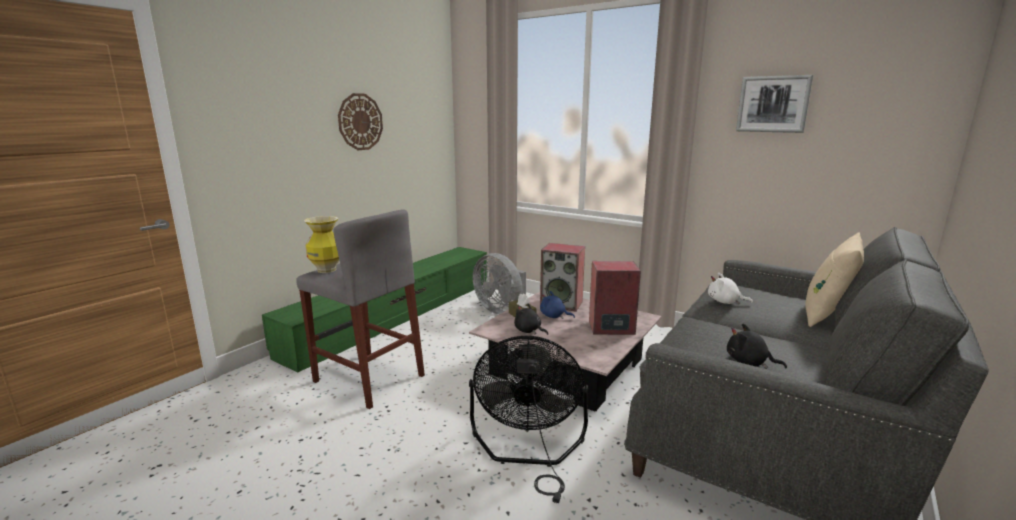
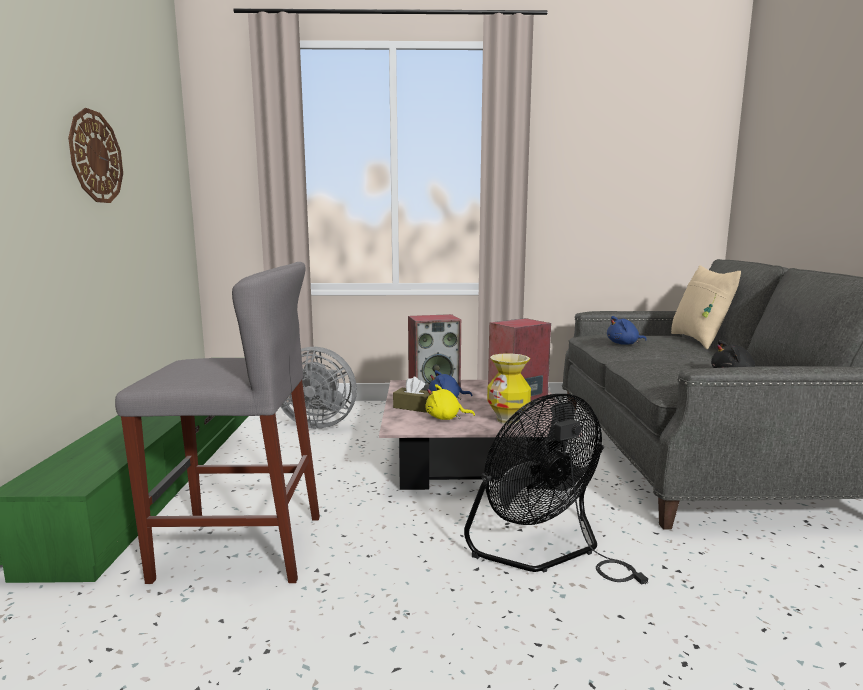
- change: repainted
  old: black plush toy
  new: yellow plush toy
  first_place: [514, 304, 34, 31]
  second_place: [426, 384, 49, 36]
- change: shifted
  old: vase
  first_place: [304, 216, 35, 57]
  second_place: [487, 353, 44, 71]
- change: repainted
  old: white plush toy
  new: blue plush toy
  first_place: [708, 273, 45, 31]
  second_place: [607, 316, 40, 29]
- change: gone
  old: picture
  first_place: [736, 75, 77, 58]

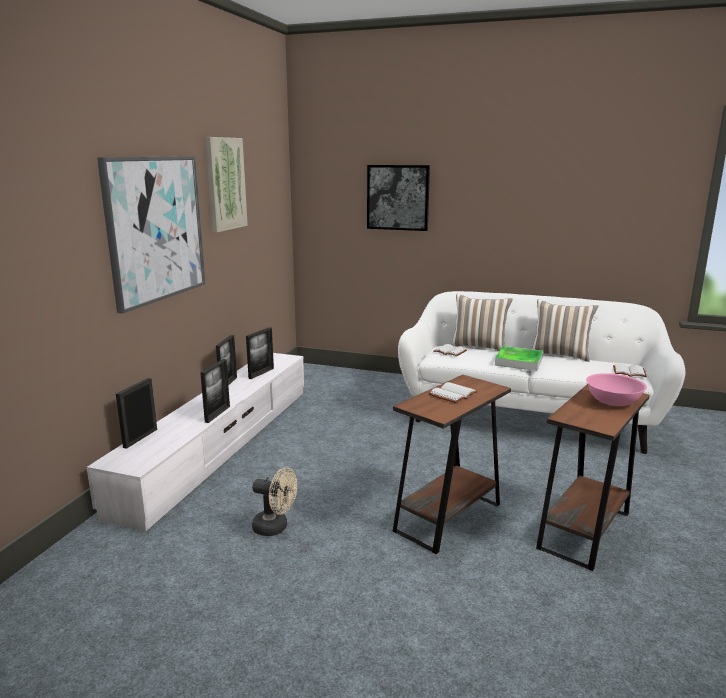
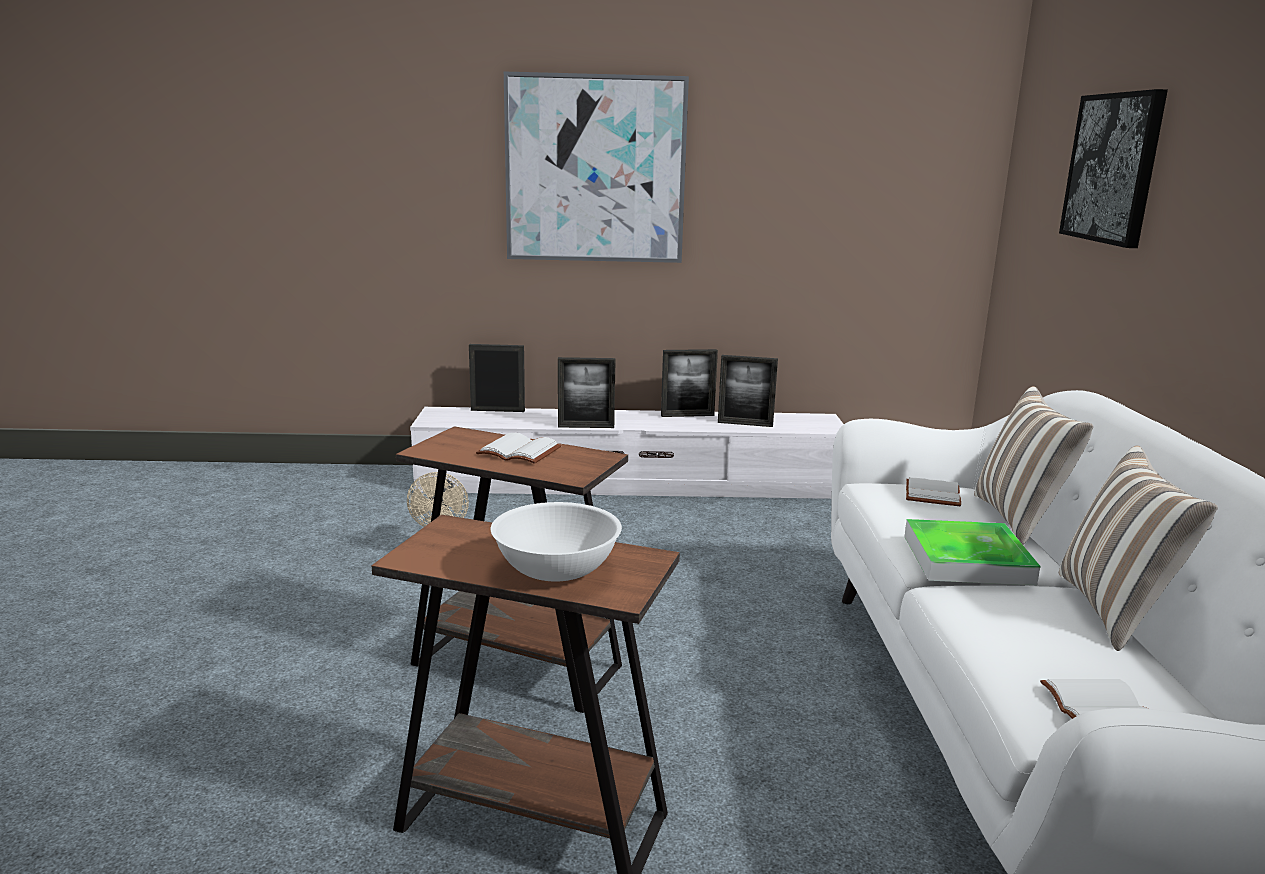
- change: repainted
  old: pink bowl
  new: white bowl
  first_place: [586, 373, 61, 33]
  second_place: [491, 502, 131, 79]
- change: gone
  old: picture
  first_place: [205, 137, 43, 96]

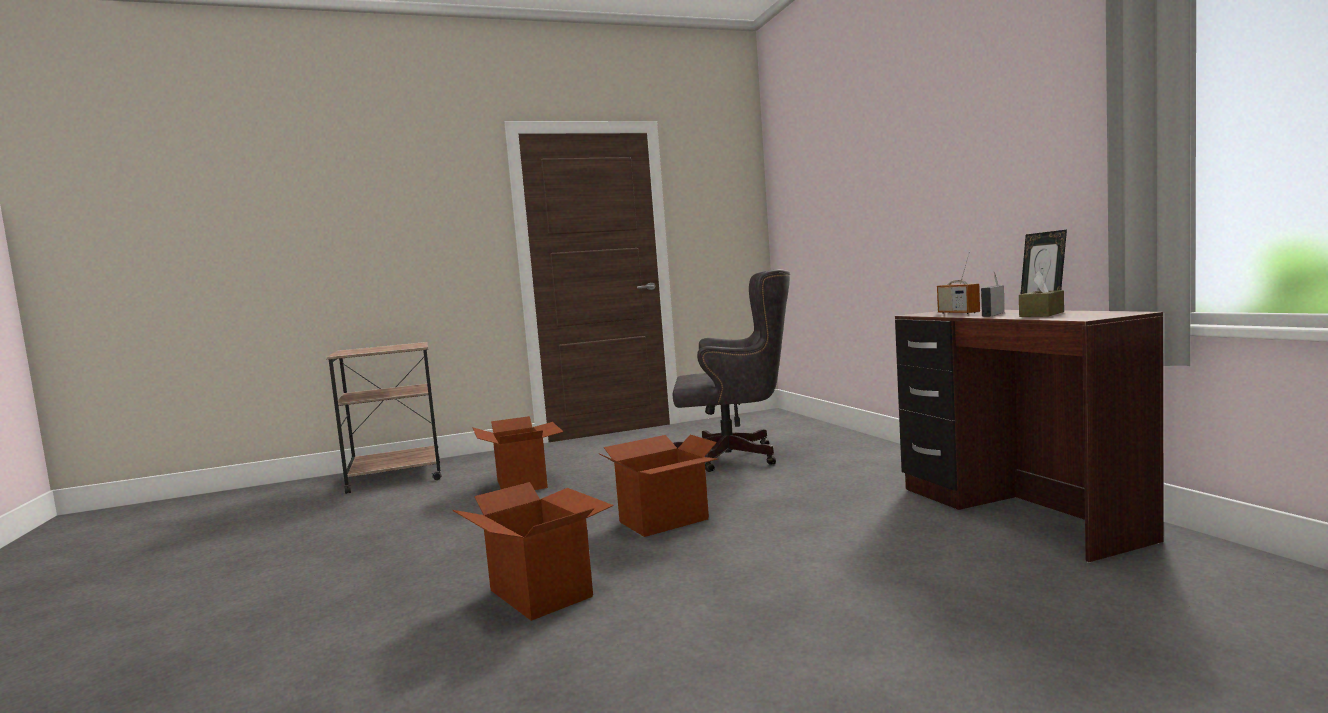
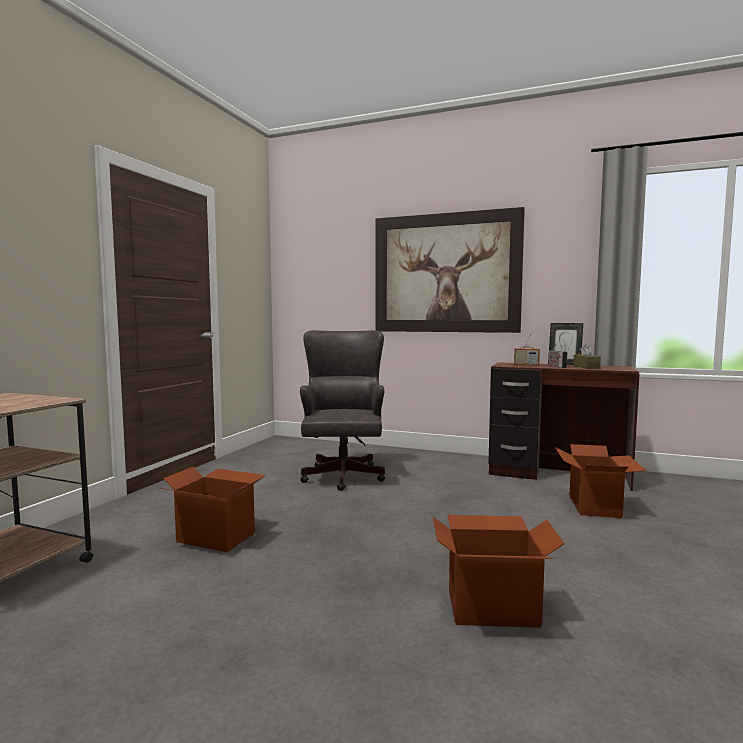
- change: rotated
  old: grey office chair
  first_place: [673, 269, 117, 203]
  second_place: [300, 330, 85, 161]
  degrees: -45
- change: new
  new: picture
  second_place: [375, 207, 150, 126]
- change: shifted
  old: cardboard box
  first_place: [600, 435, 118, 102]
  second_place: [555, 444, 92, 74]

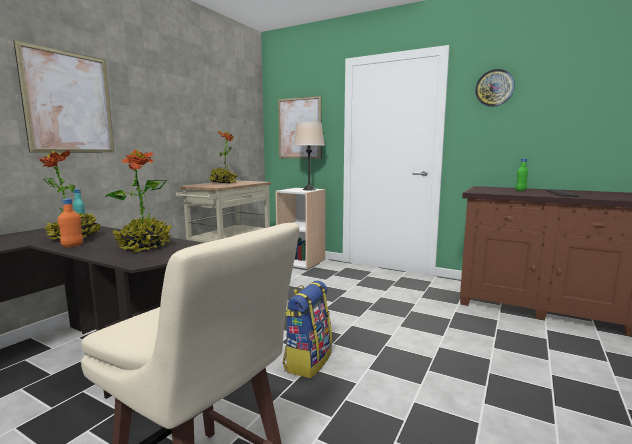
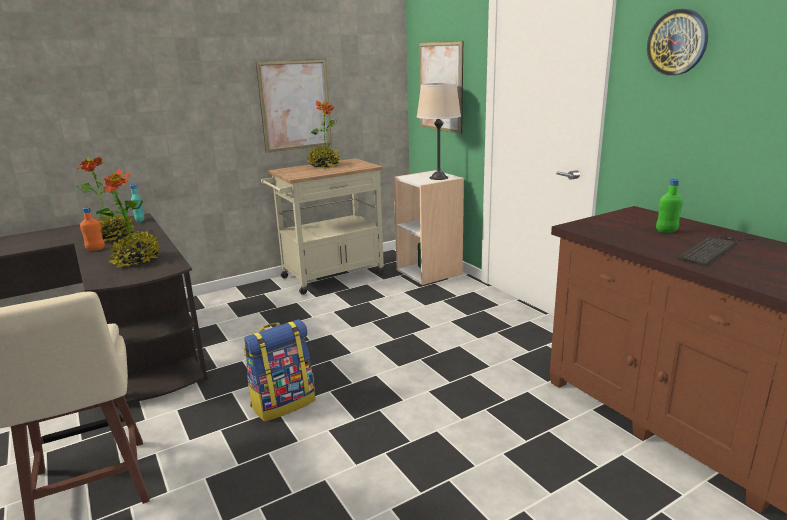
- change: shifted
  old: picture
  first_place: [13, 40, 102, 113]
  second_place: [256, 59, 76, 94]

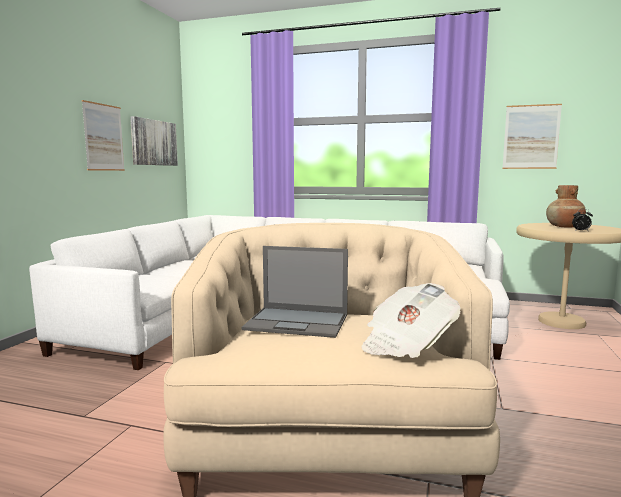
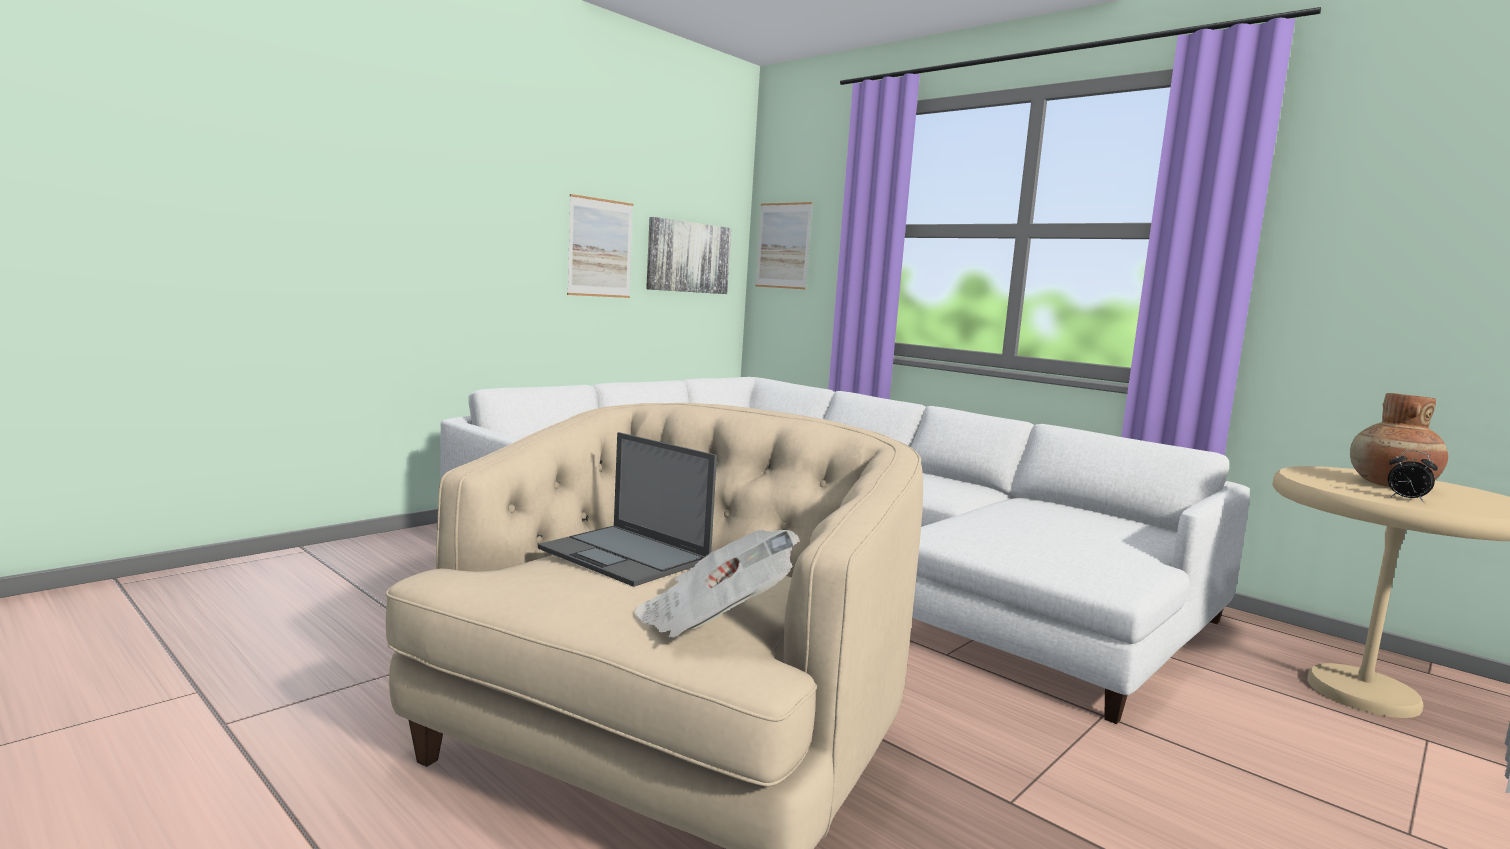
- change: shifted
  old: picture
  first_place: [502, 104, 60, 65]
  second_place: [756, 202, 57, 87]

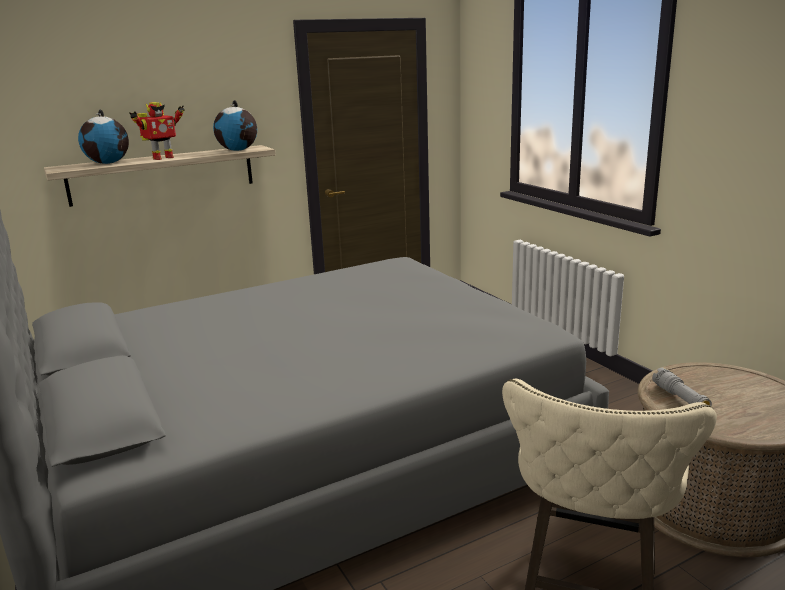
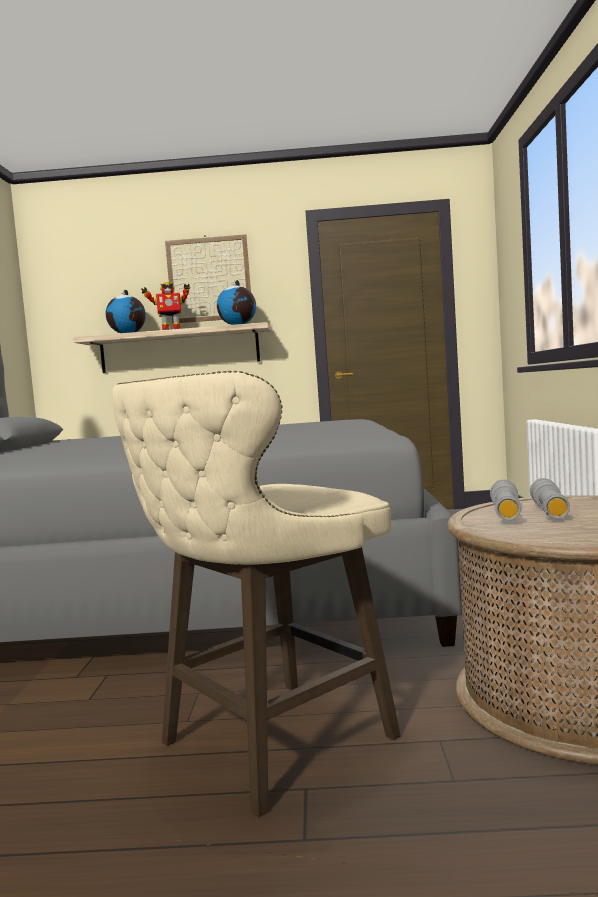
- change: new
  new: picture
  second_place: [165, 234, 86, 89]
- change: new
  new: grey flashlight
  second_place: [530, 478, 40, 41]

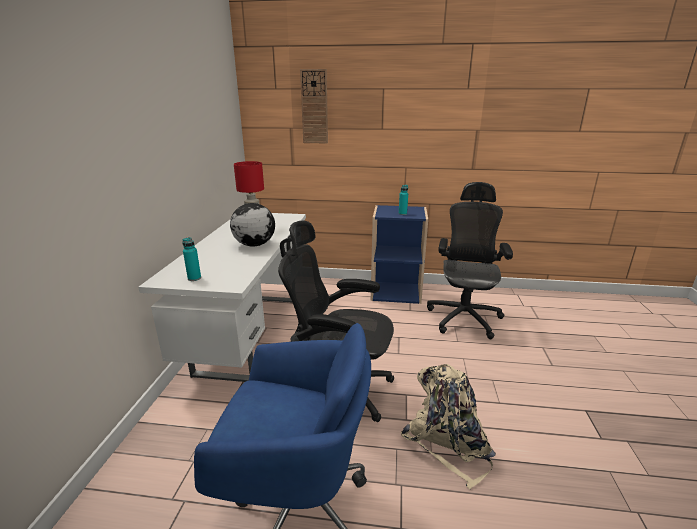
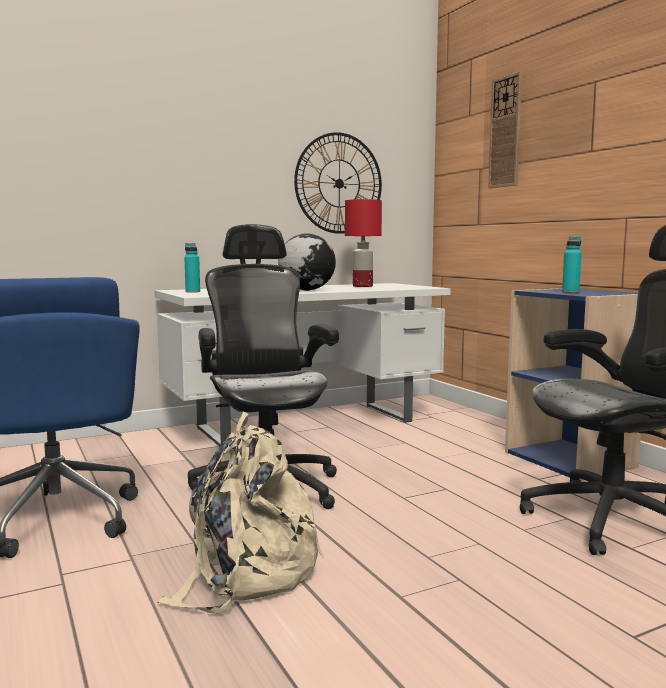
- change: new
  new: wall clock
  second_place: [294, 132, 88, 102]

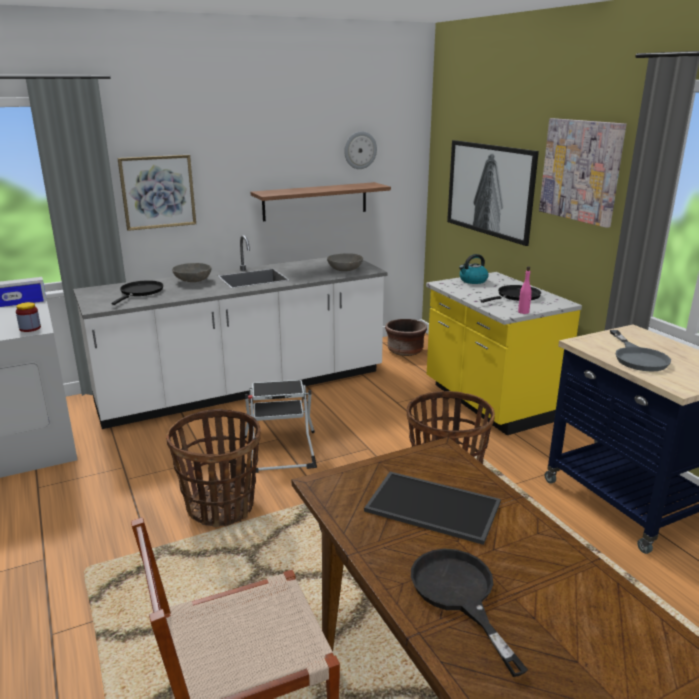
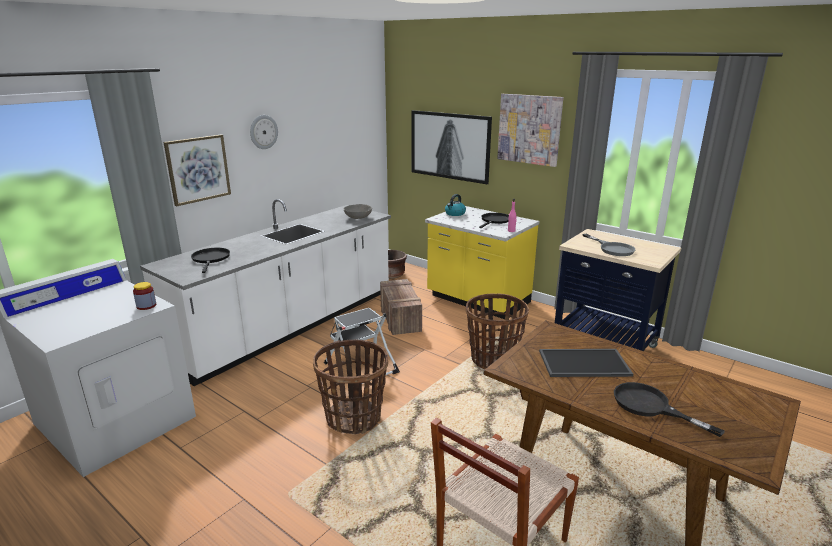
- change: shifted
  old: wall clock
  first_place: [344, 131, 33, 38]
  second_place: [250, 115, 28, 34]
- change: new
  new: crate
  second_place: [380, 279, 42, 56]
- change: gone
  old: grey bowl
  first_place: [172, 263, 40, 19]
- change: gone
  old: shelf
  first_place: [251, 182, 140, 39]

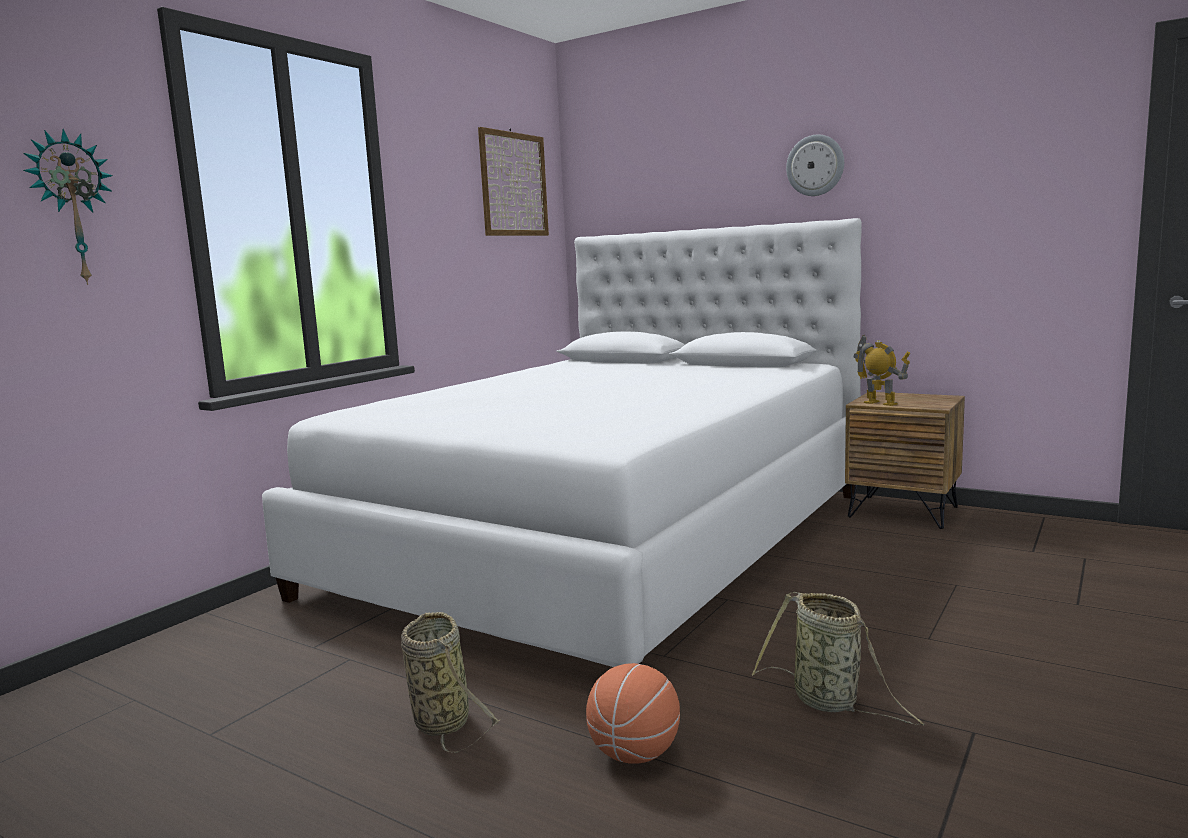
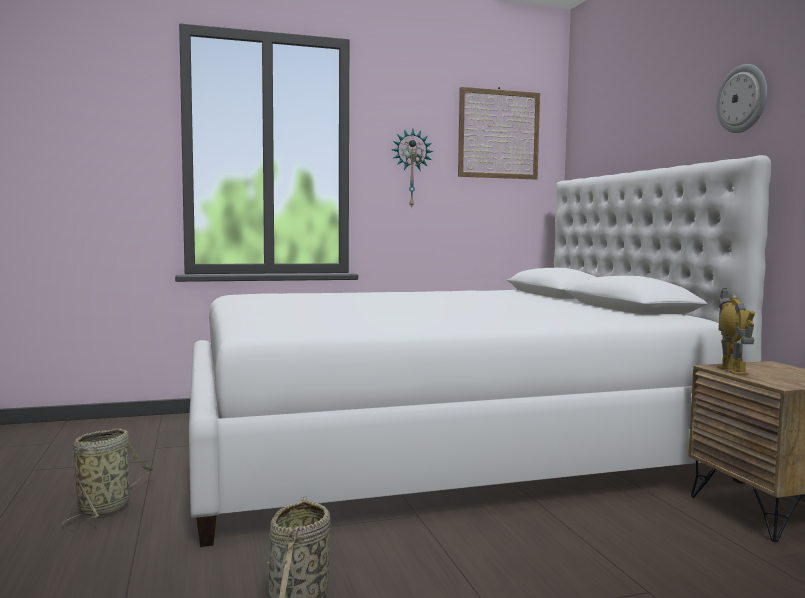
- change: shifted
  old: wall clock
  first_place: [23, 129, 90, 156]
  second_place: [392, 129, 41, 80]
- change: gone
  old: basketball
  first_place: [586, 663, 94, 101]

